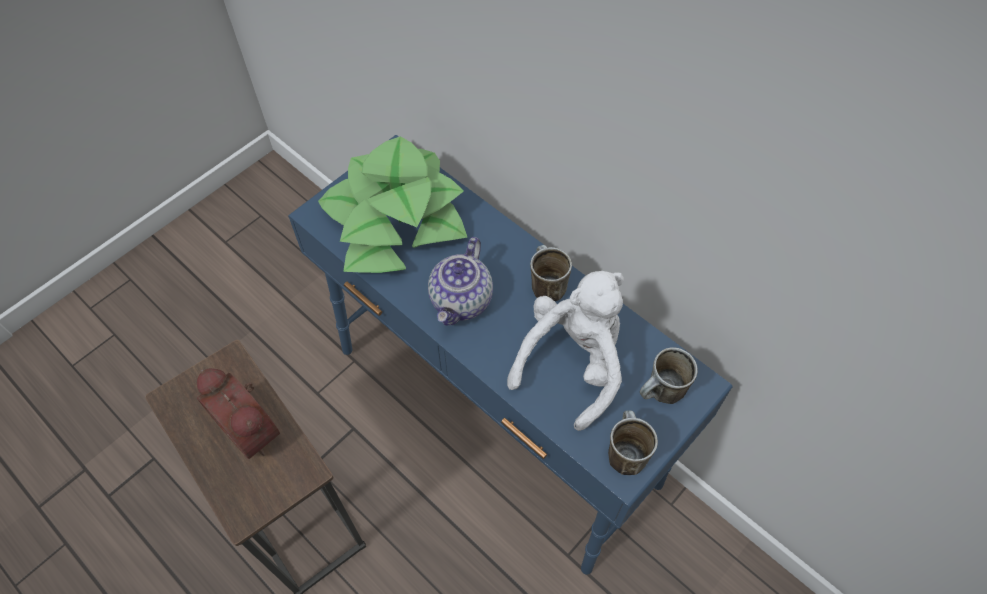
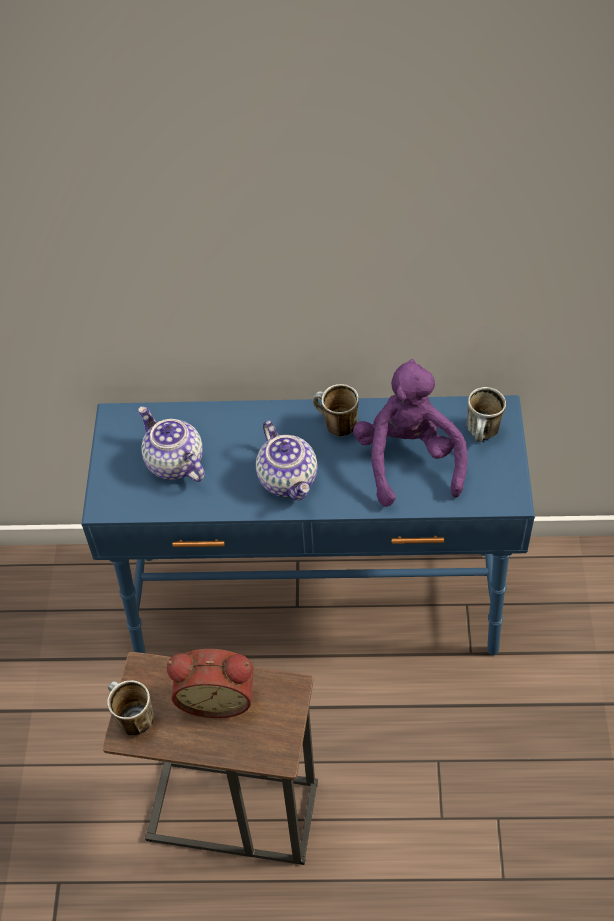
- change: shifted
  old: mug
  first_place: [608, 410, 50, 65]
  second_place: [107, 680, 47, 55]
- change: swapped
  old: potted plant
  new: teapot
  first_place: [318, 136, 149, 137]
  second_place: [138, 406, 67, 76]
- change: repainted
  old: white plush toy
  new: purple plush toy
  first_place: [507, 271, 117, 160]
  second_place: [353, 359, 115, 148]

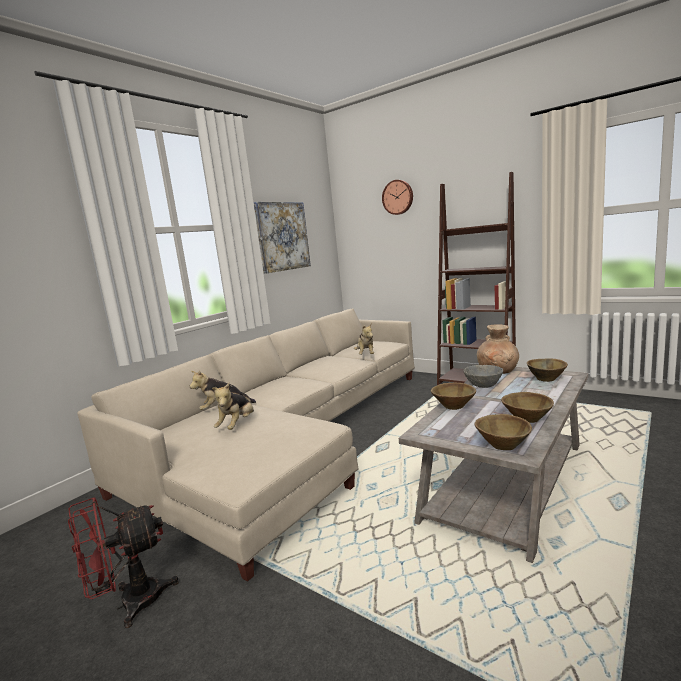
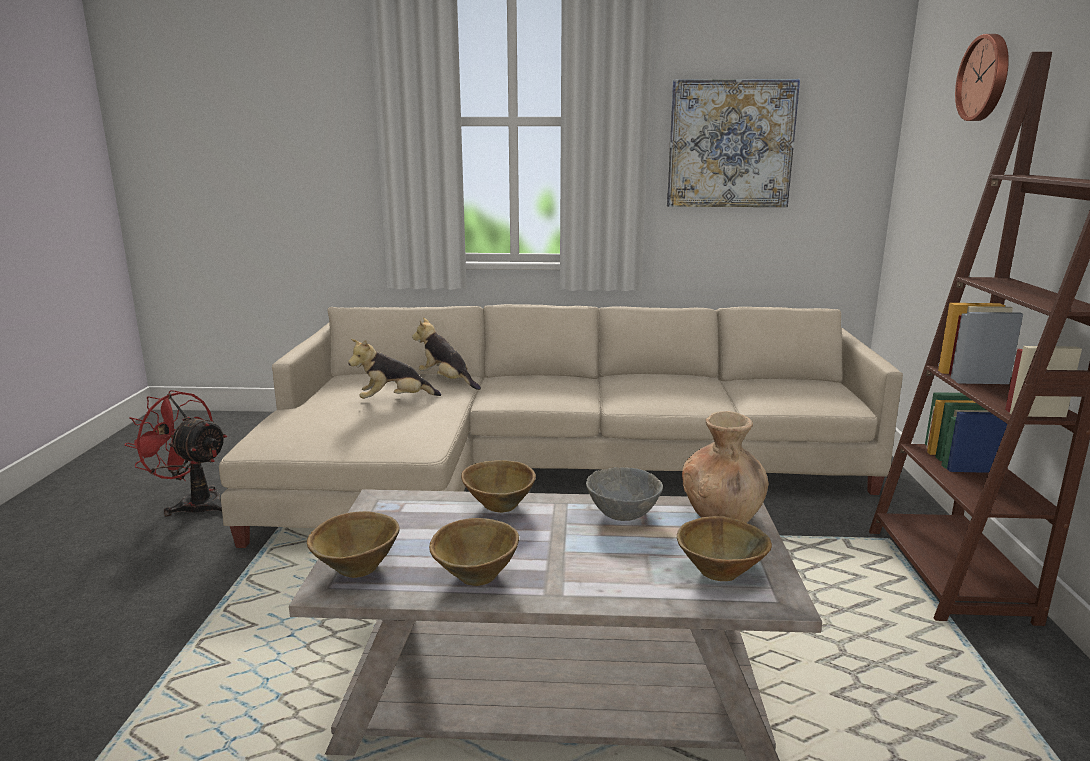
- change: gone
  old: plush toy
  first_place: [354, 323, 20, 32]

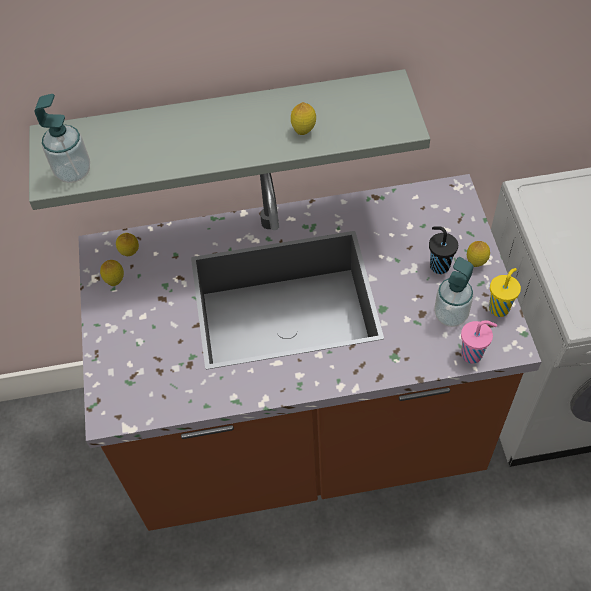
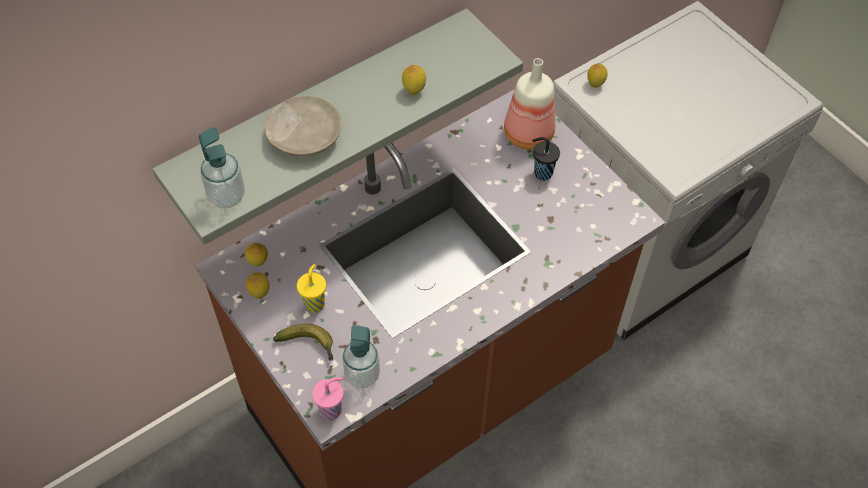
- change: new
  new: beige plate
  second_place: [265, 96, 76, 60]
- change: new
  new: banana
  second_place: [273, 324, 60, 37]
- change: shifted
  old: yellow cup
  first_place: [489, 268, 32, 49]
  second_place: [297, 264, 29, 49]
- change: shifted
  old: pink cup
  first_place: [461, 320, 36, 44]
  second_place: [312, 377, 32, 43]
- change: shifted
  old: soap dispenser
  first_place: [434, 257, 40, 70]
  second_place: [342, 325, 38, 64]
- change: new
  new: bottle
  second_place: [504, 58, 52, 92]
- change: shifted
  old: lemon
  first_place: [467, 241, 23, 26]
  second_place: [587, 63, 21, 25]

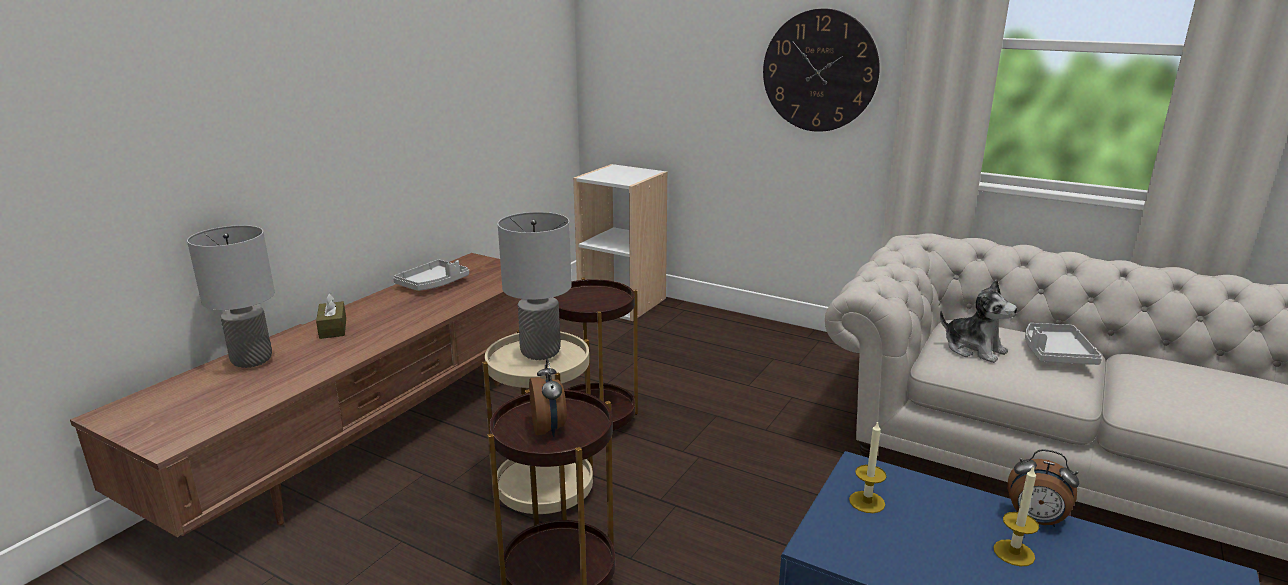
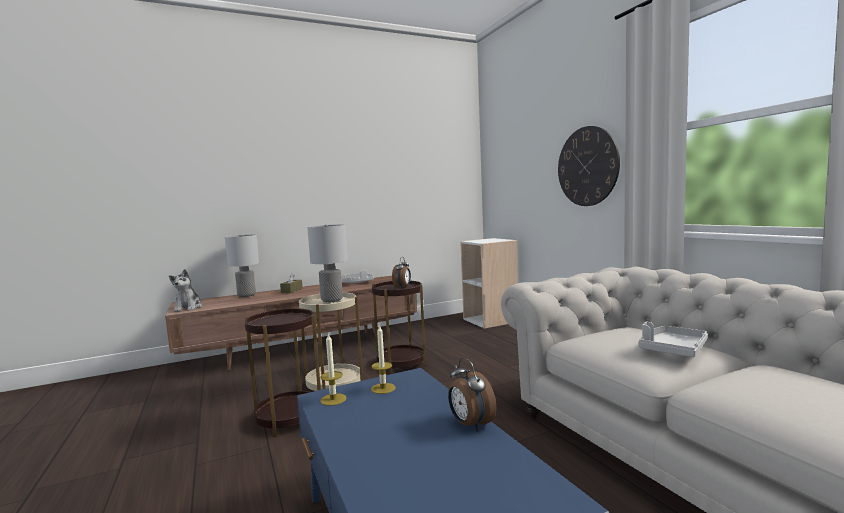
- change: shifted
  old: plush toy
  first_place: [940, 279, 77, 84]
  second_place: [169, 269, 33, 43]
- change: shifted
  old: candle
  first_place: [993, 466, 46, 100]
  second_place: [320, 334, 26, 72]
- change: shifted
  old: alarm clock
  first_place: [529, 359, 38, 78]
  second_place: [392, 257, 19, 31]

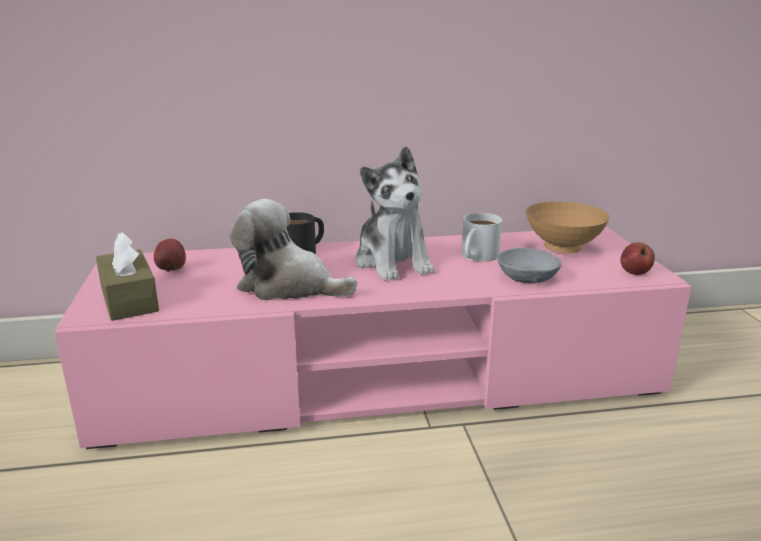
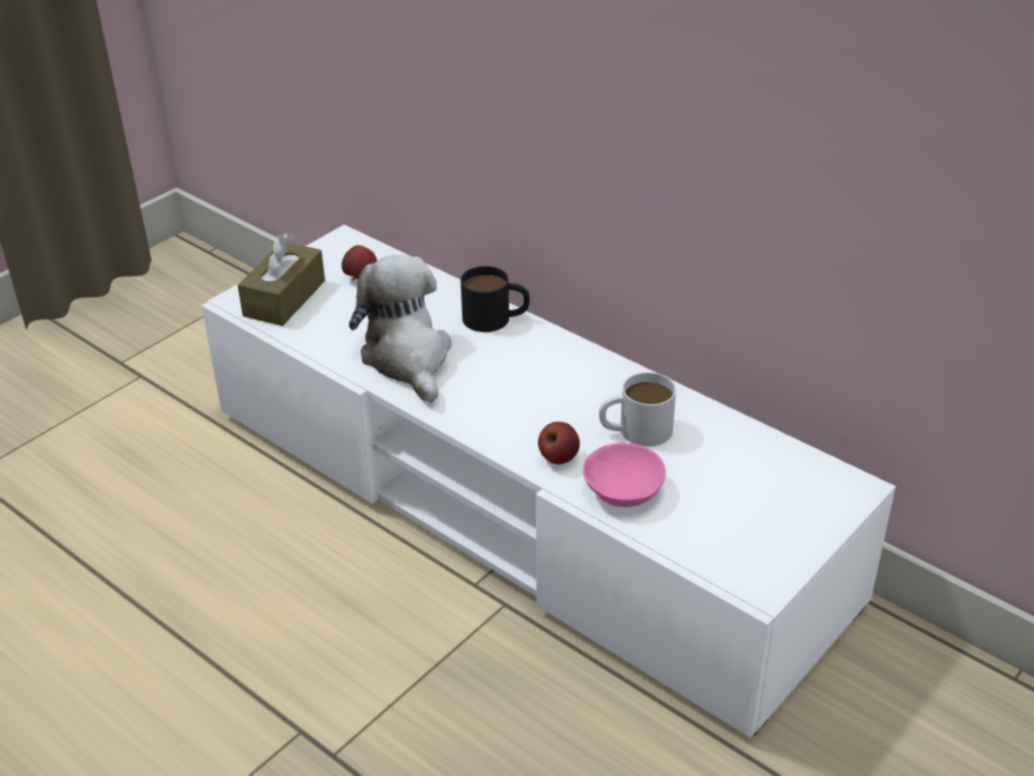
- change: repainted
  old: pink tv stand
  new: white tv stand
  first_place: [54, 227, 637, 222]
  second_place: [201, 225, 695, 513]
- change: shifted
  old: apple
  first_place: [620, 242, 35, 33]
  second_place: [538, 422, 42, 42]
- change: repainted
  old: grey bowl
  new: pink bowl
  first_place: [498, 248, 64, 35]
  second_place: [583, 443, 83, 64]
- change: gone
  old: plush toy
  first_place: [355, 146, 80, 135]
- change: gone
  old: brown bowl
  first_place: [526, 202, 84, 51]

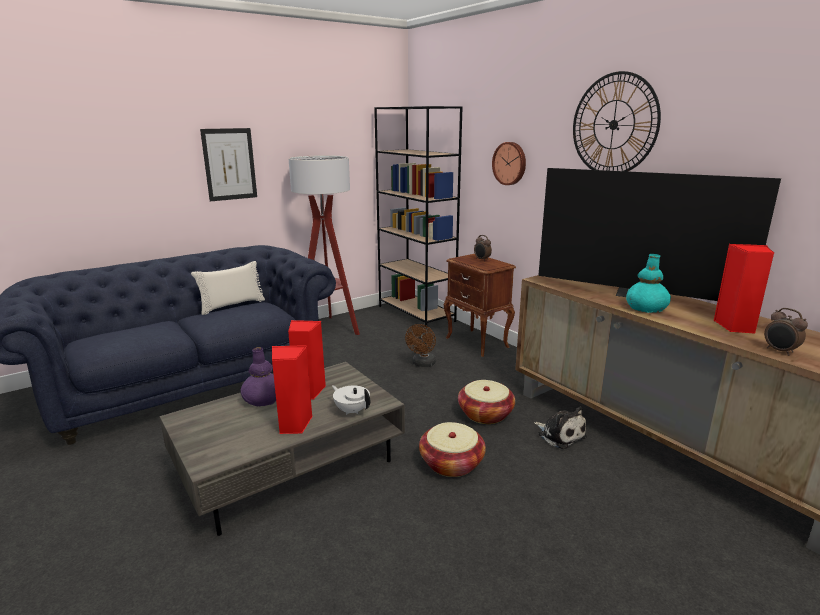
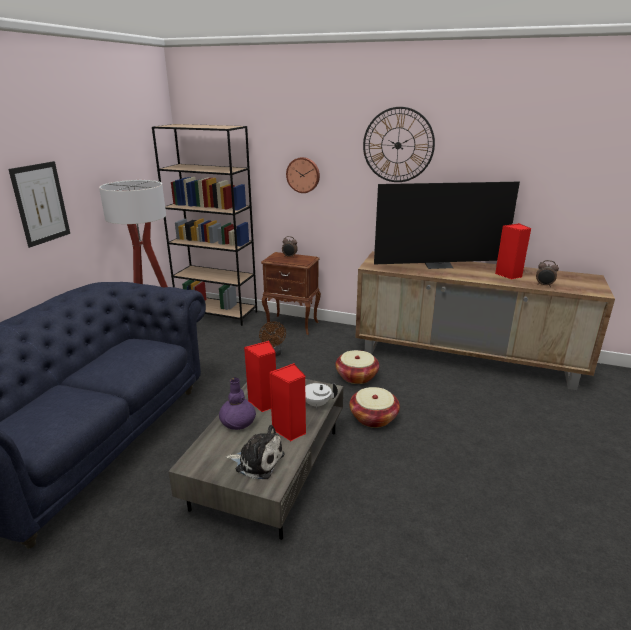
- change: shifted
  old: plush toy
  first_place: [534, 407, 53, 42]
  second_place: [225, 425, 59, 54]
- change: gone
  old: white pillow
  first_place: [191, 261, 74, 54]
- change: gone
  old: turquoise vase
  first_place: [626, 254, 45, 59]

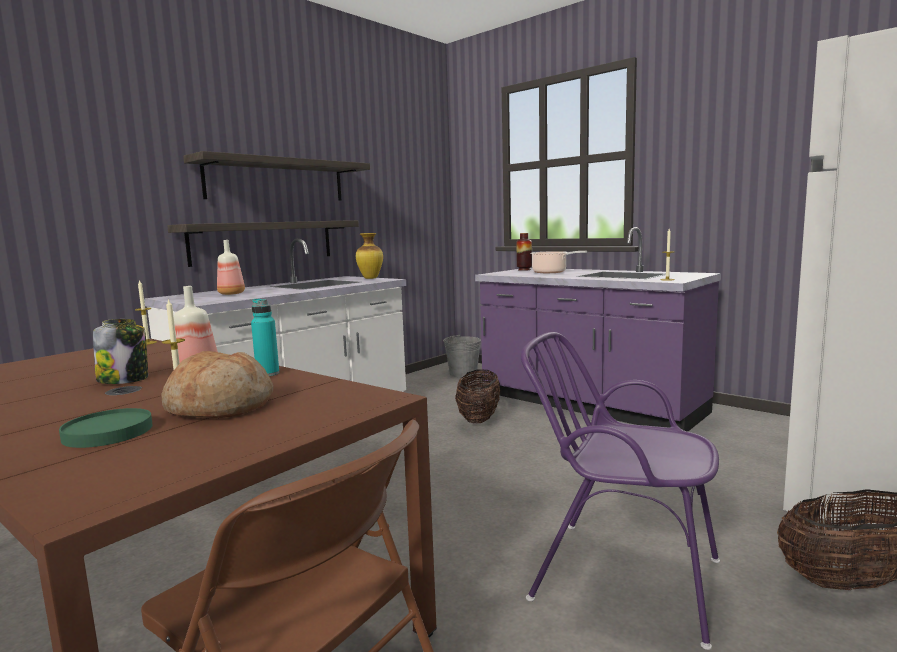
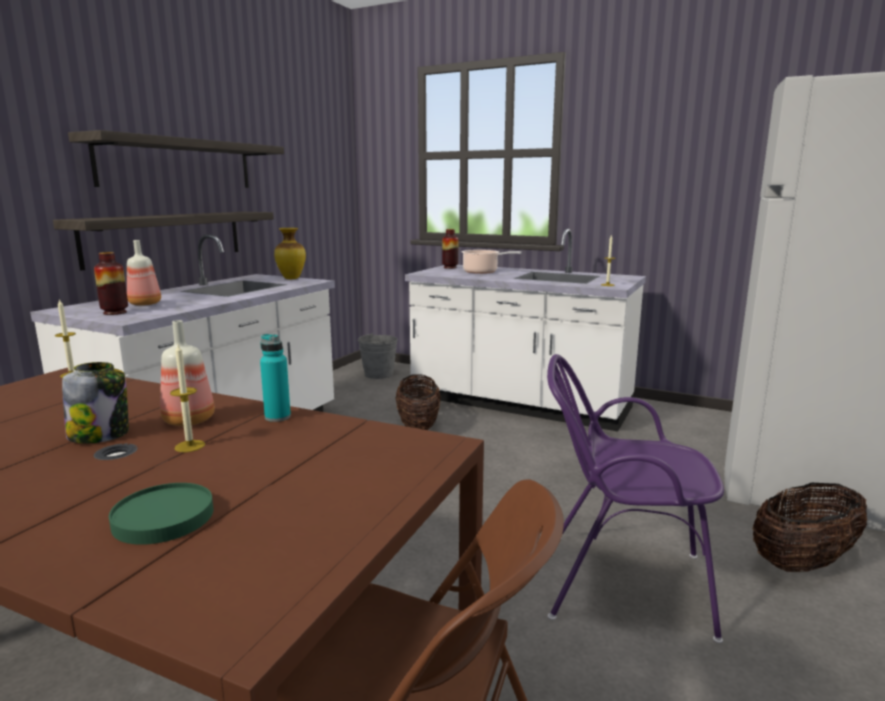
- change: new
  new: vase
  second_place: [94, 252, 34, 63]
- change: repainted
  old: purple counter
  new: white counter
  first_place: [475, 227, 246, 205]
  second_place: [405, 229, 241, 203]
- change: gone
  old: bread
  first_place: [162, 351, 111, 67]

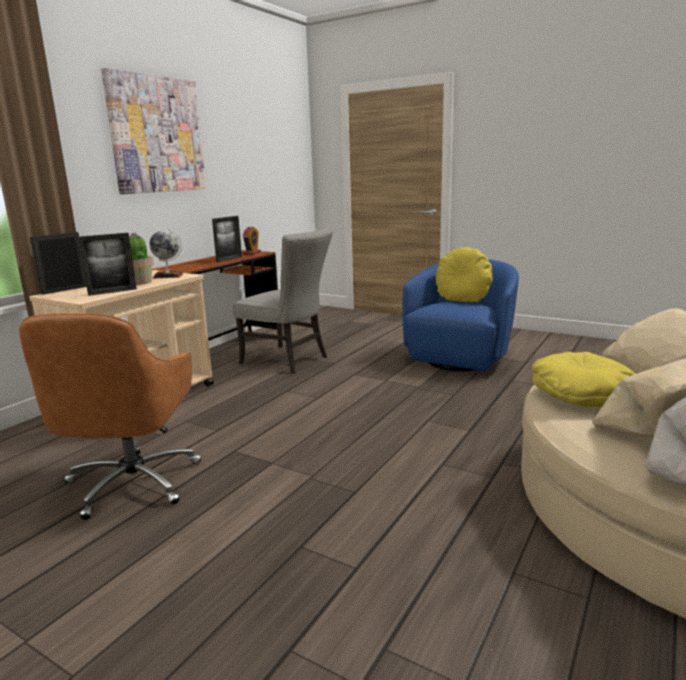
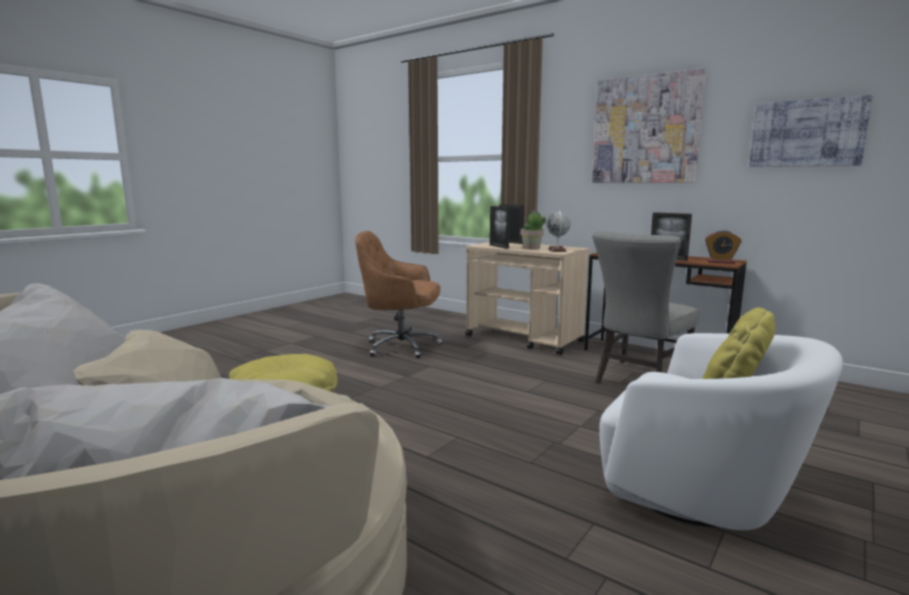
- change: repainted
  old: blue armchair
  new: white armchair
  first_place: [403, 259, 116, 112]
  second_place: [599, 333, 244, 197]
- change: new
  new: picture
  second_place: [749, 95, 124, 72]

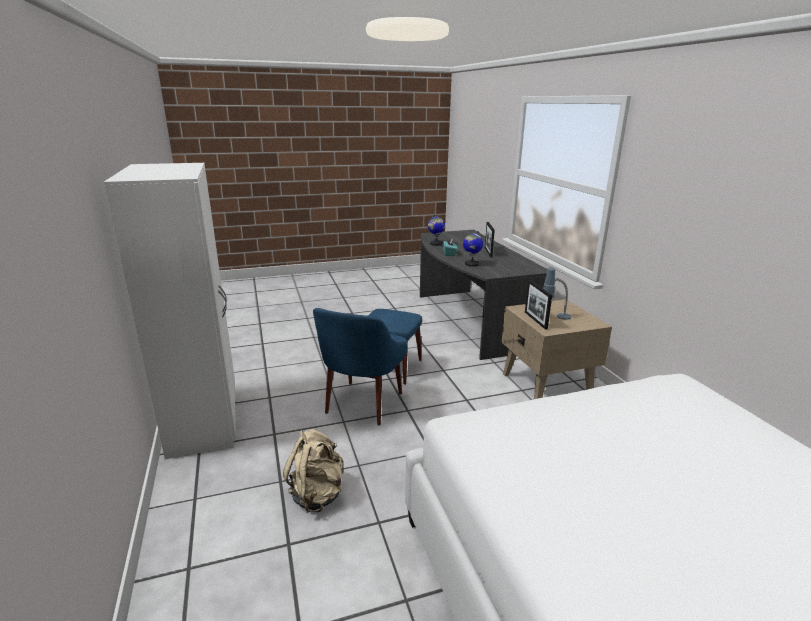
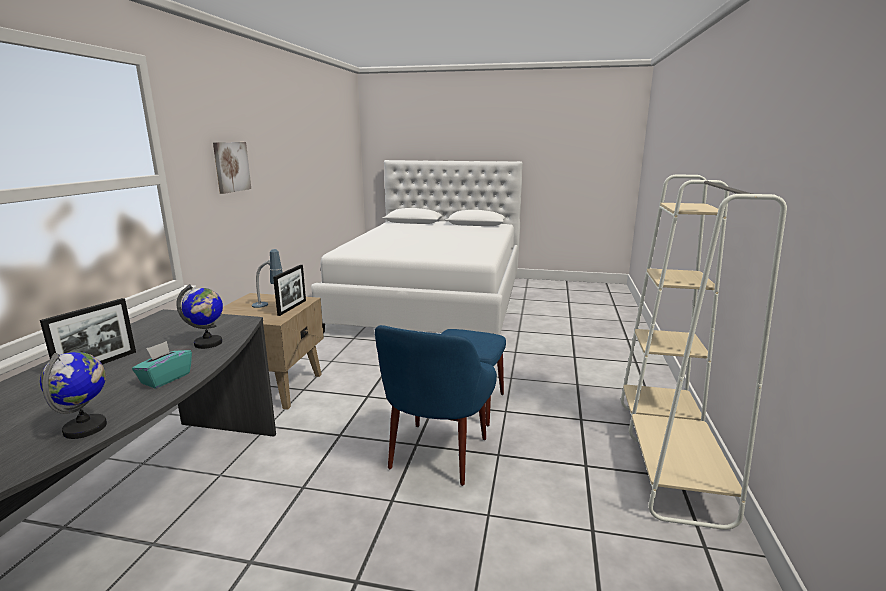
- change: new
  new: picture
  second_place: [213, 142, 38, 52]
- change: rotated
  old: blue armchair
  first_place: [313, 308, 109, 117]
  second_place: [375, 325, 131, 161]
  degrees: 150
- change: swapped
  old: white wardrobe
  new: beige clothes rack
  first_place: [104, 163, 131, 296]
  second_place: [621, 174, 166, 356]
- change: gone
  old: beige backpack
  first_place: [283, 429, 61, 83]

